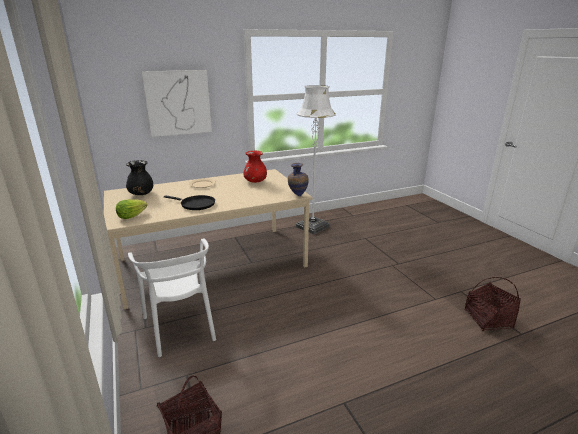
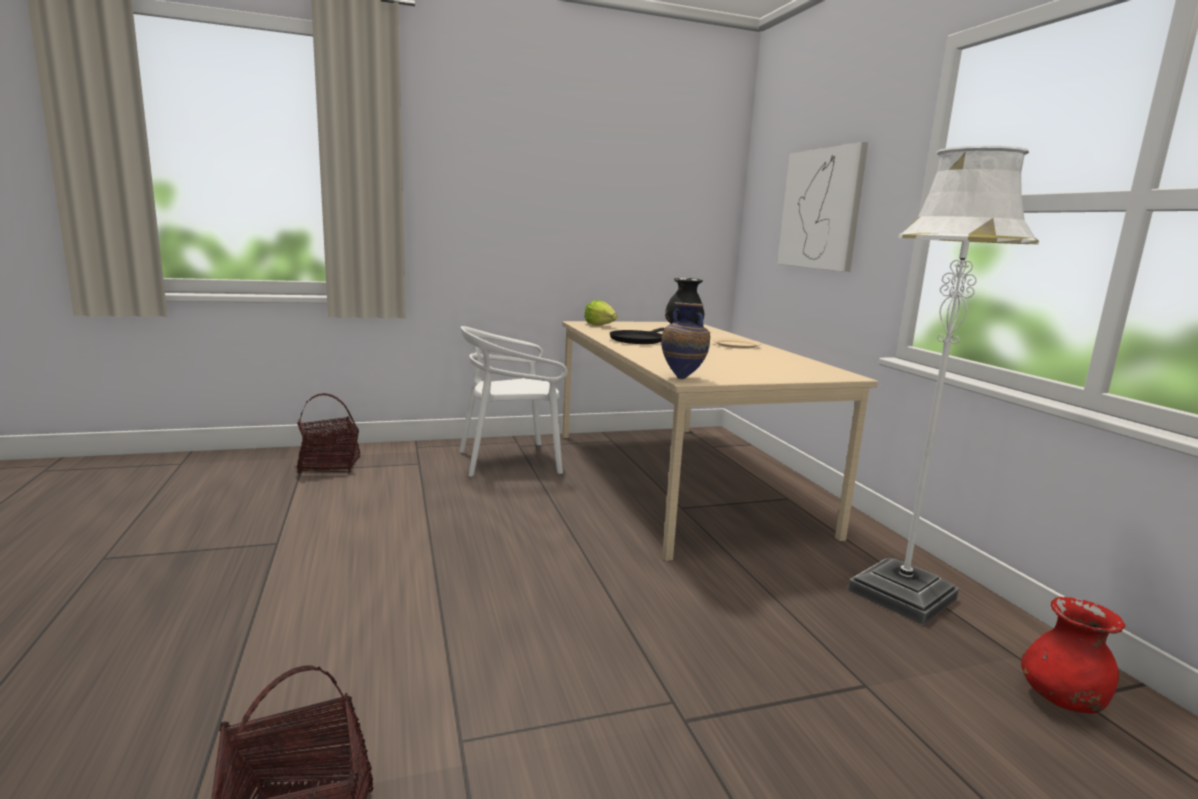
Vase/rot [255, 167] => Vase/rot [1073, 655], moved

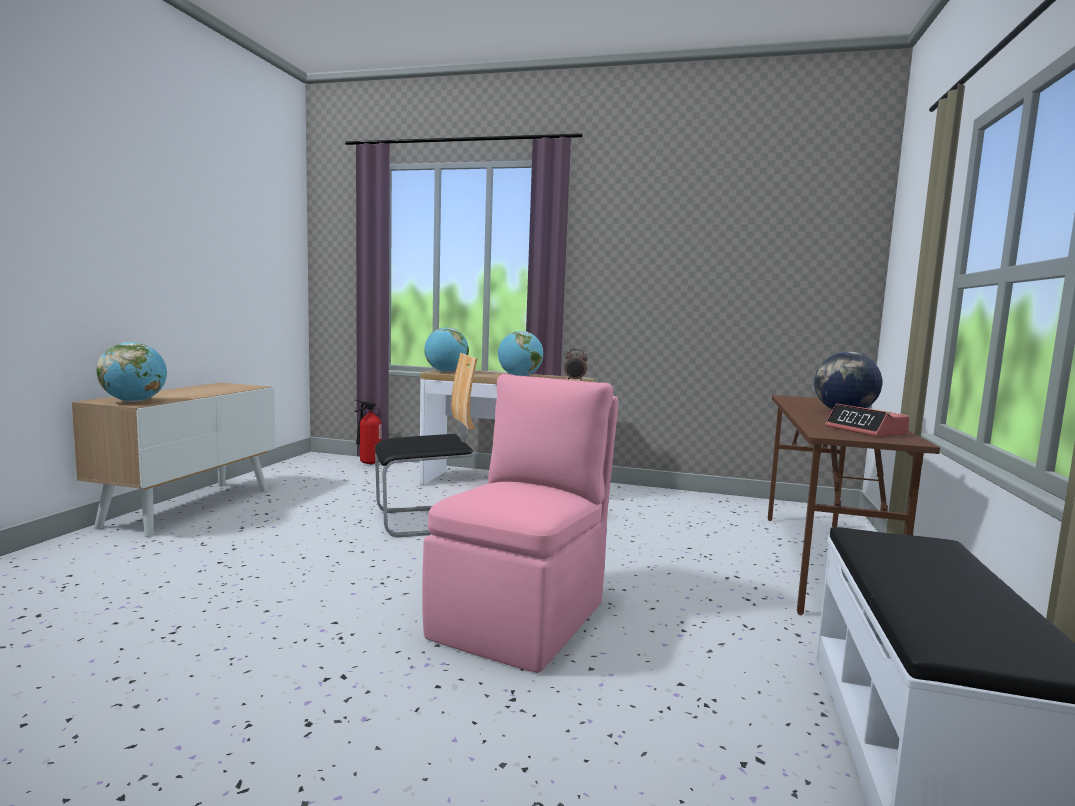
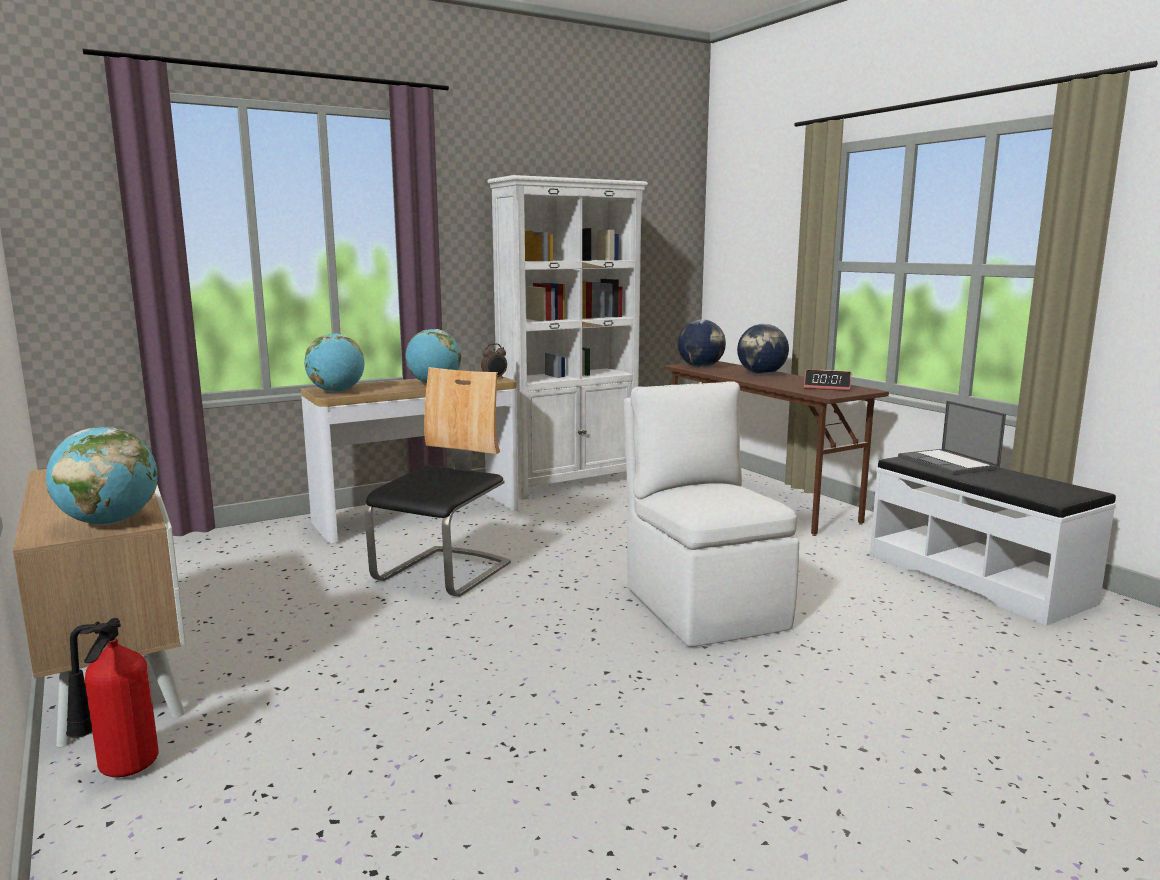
Feuerlöscher [368, 432] => Feuerlöscher [112, 697], moved
nothing => Bücherregal/weiß [567, 337]
Stuhl/rosa [520, 523] => Stuhl/weiß [711, 514]
nothing => Globus [702, 343]
nothing => Laptop [952, 438]

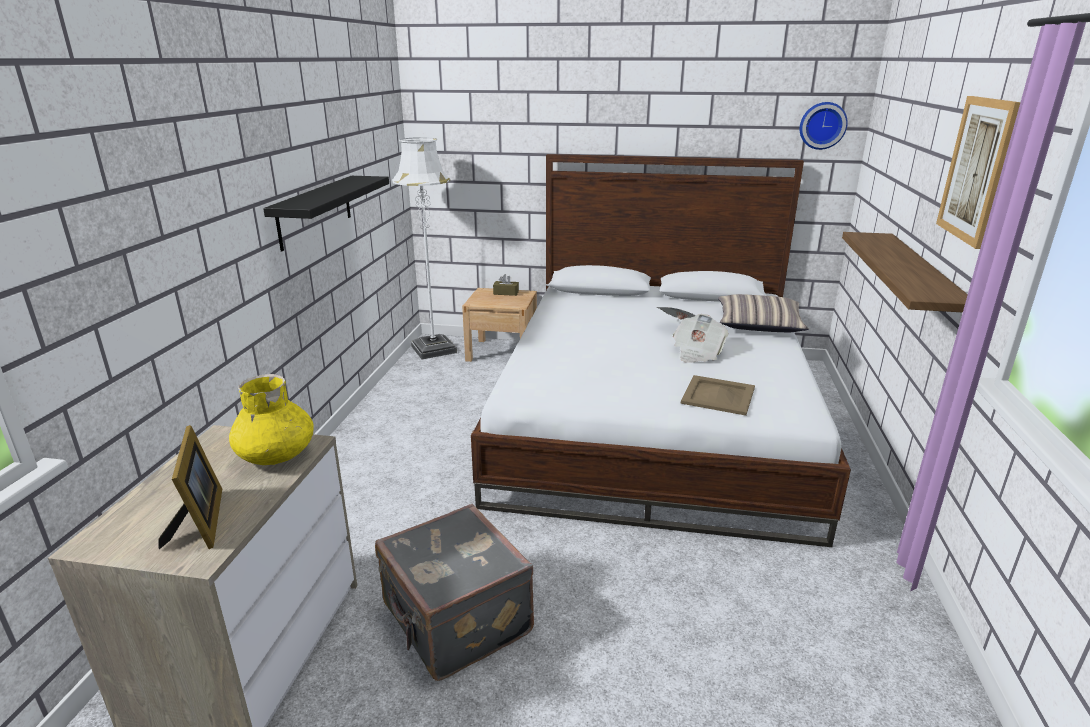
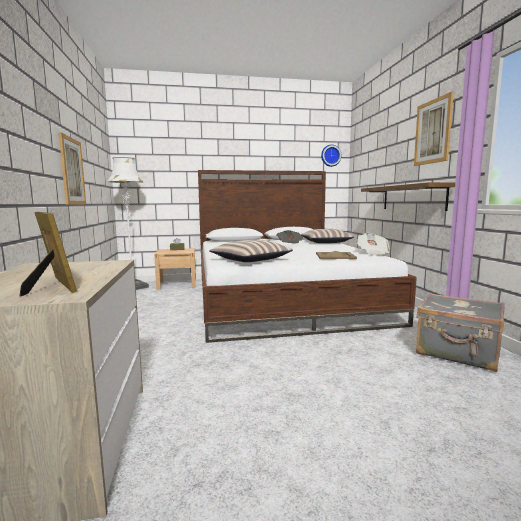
Wandregal/schwarz [326, 213] => Bild [72, 168]
nothing => Kissen [251, 251]
Zeitung [700, 338] => Zeitung [373, 244], moved
Koffer/grau [454, 592] => Koffer/grau [460, 332], moved
Vase/gelb [271, 419] => nothing

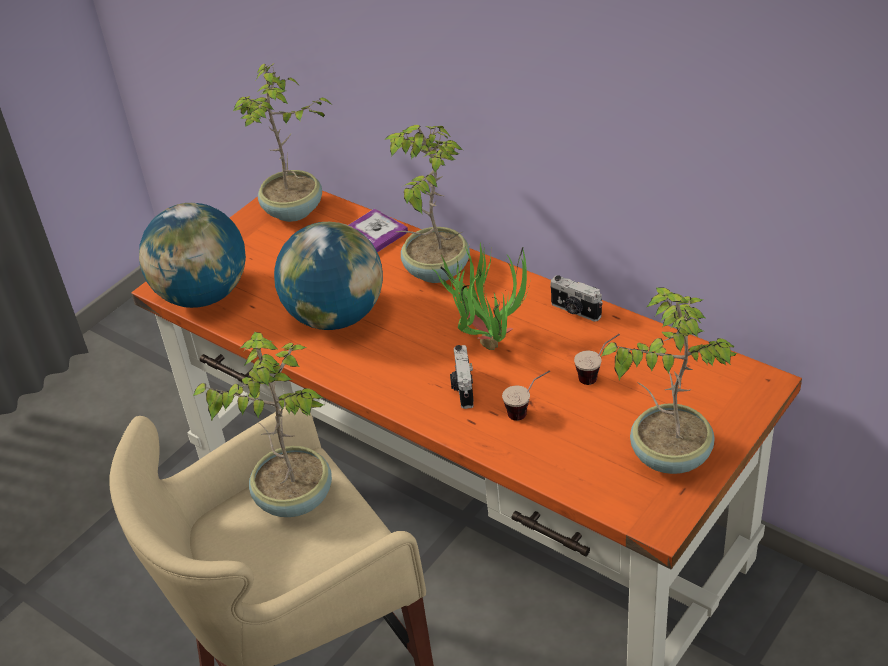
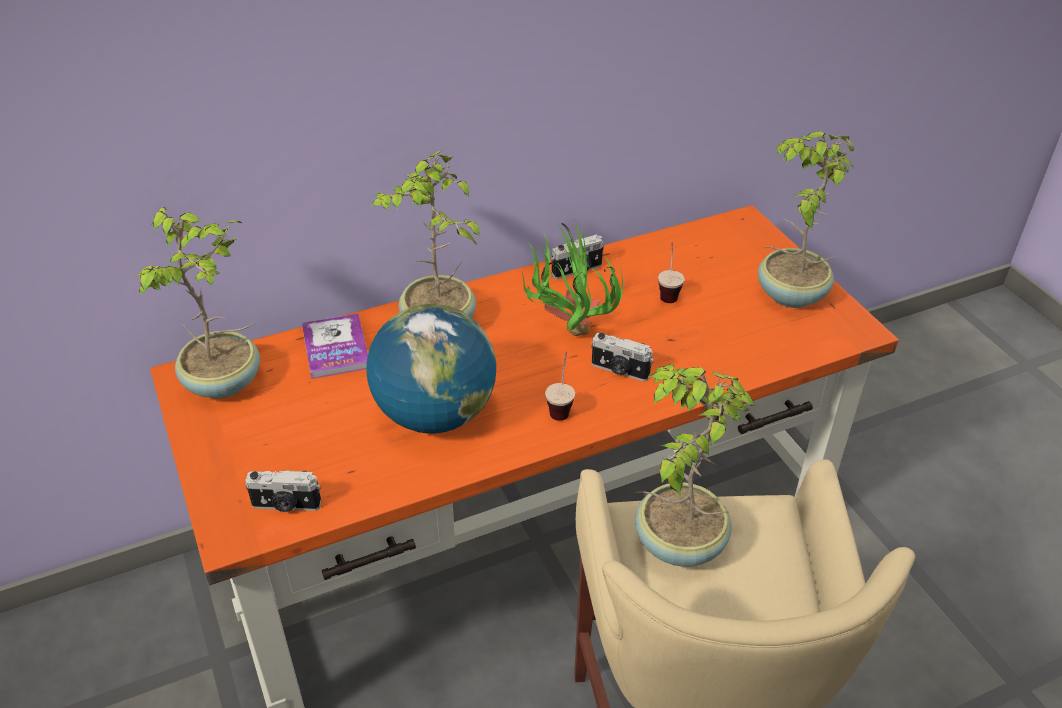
Globus [192, 255] => Kamera [283, 491]
Tasse [526, 395] => Tasse [560, 386], moved

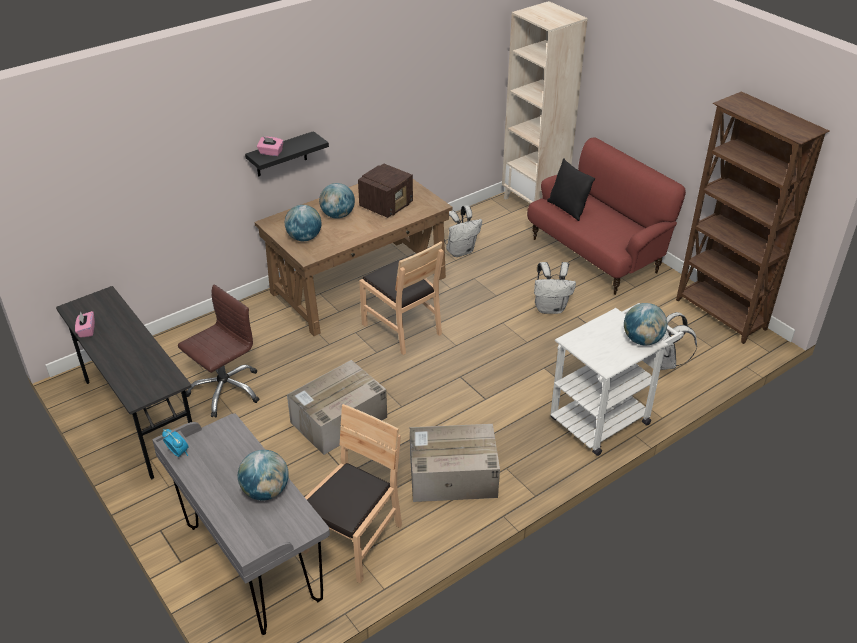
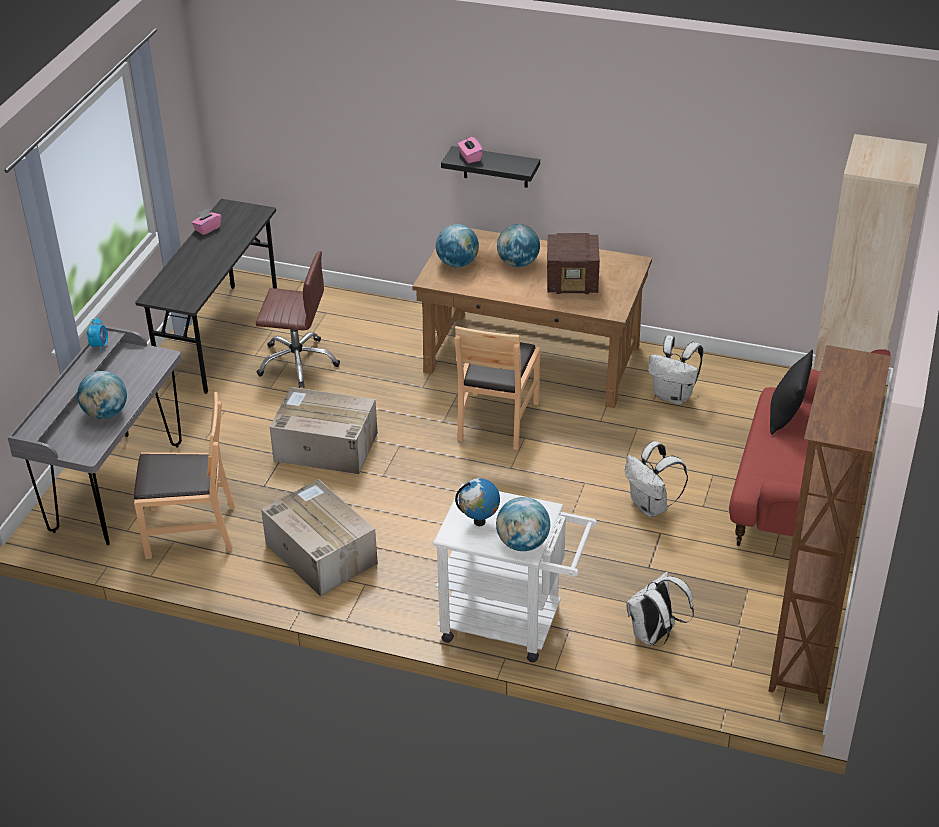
nothing => Globus [477, 502]

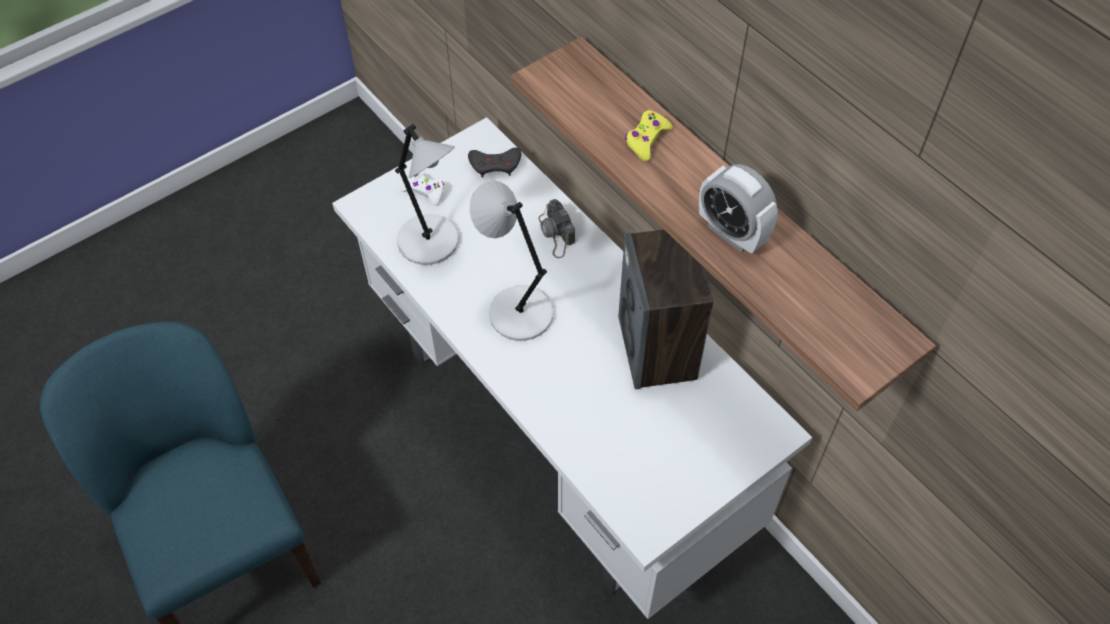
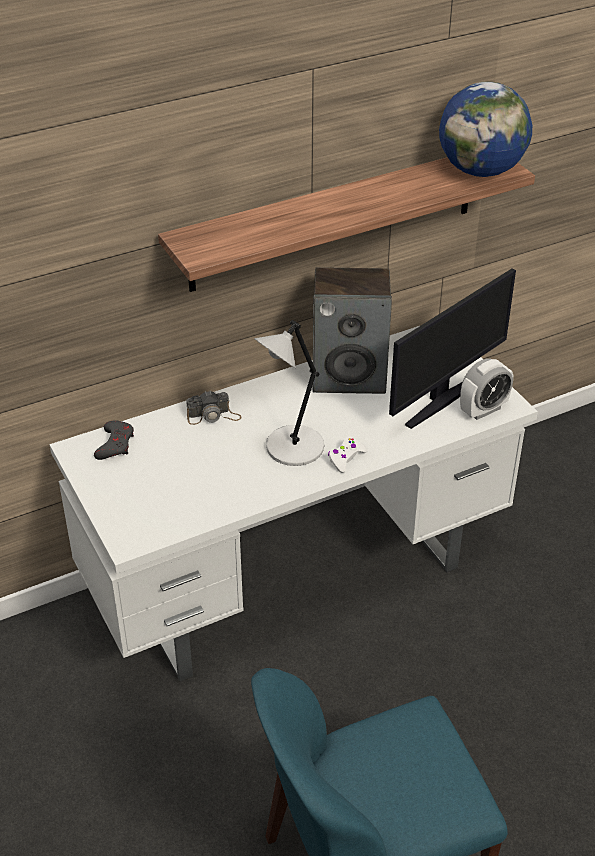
Gamepad/weiß [422, 189] => Gamepad/weiß [347, 454], moved
nothing => Monitor [452, 349]
nothing => Globus [485, 129]
Wecker [738, 209] => Wecker [486, 389], moved
Tischlampe/grau [427, 194] => nothing
Gamepad/gelb [649, 135] => nothing

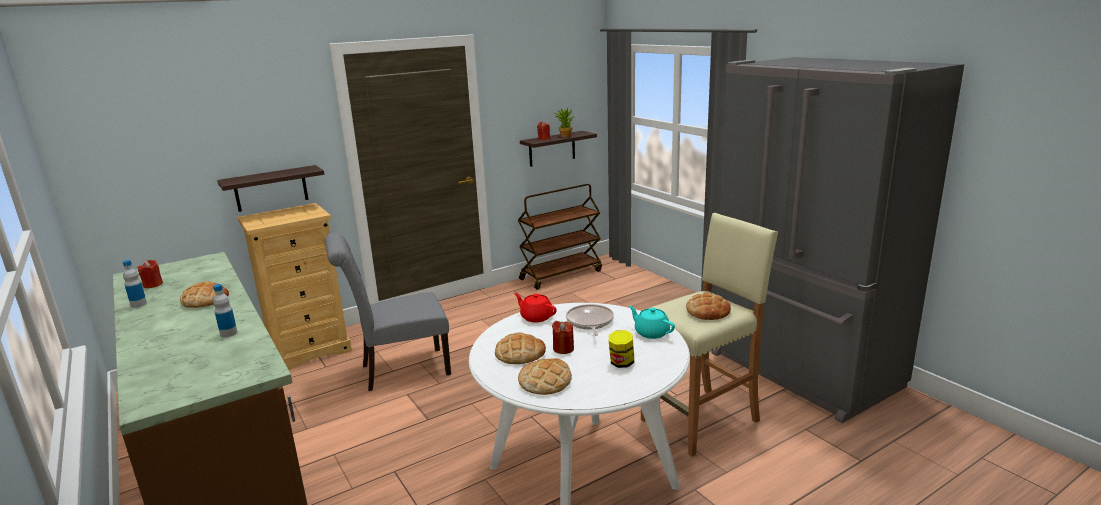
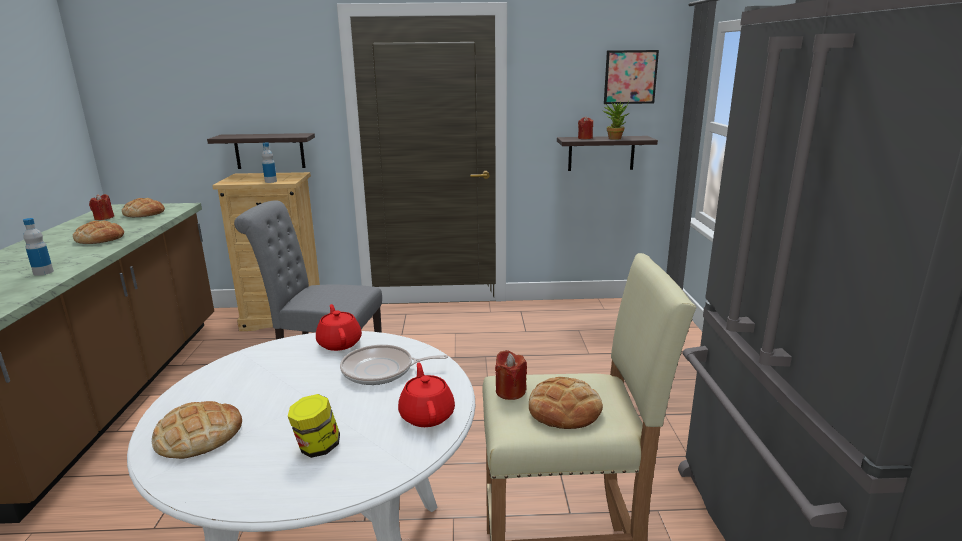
Brot [520, 348] => Brot [143, 207], moved
Flasche [135, 284] => Flasche [269, 163], moved
Pfanne [590, 320] => Pfanne [394, 365], 120 degrees counterclockwise
Teekanne/türkis [652, 322] => Teekanne/rot [426, 394]
Kerze/rot [563, 337] => Kerze/rot [511, 375], moved
nothing => Bild [631, 77]
Rollwagen/braun [560, 237] => nothing

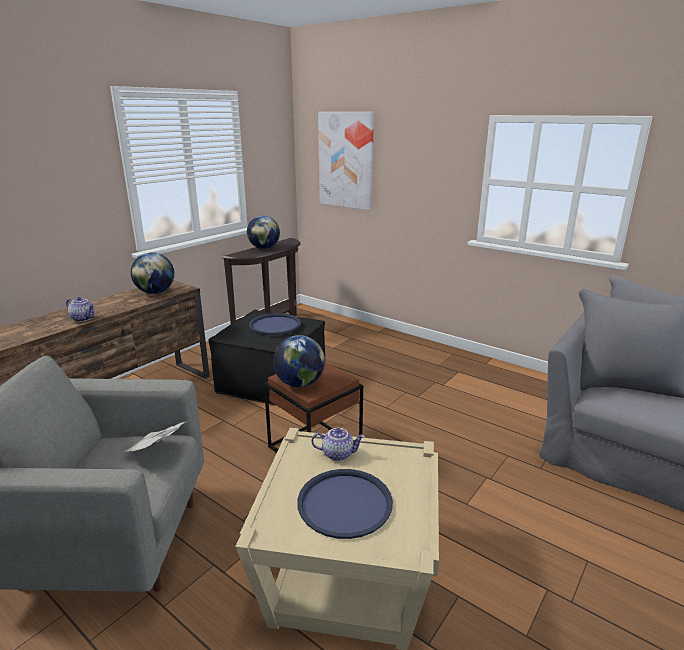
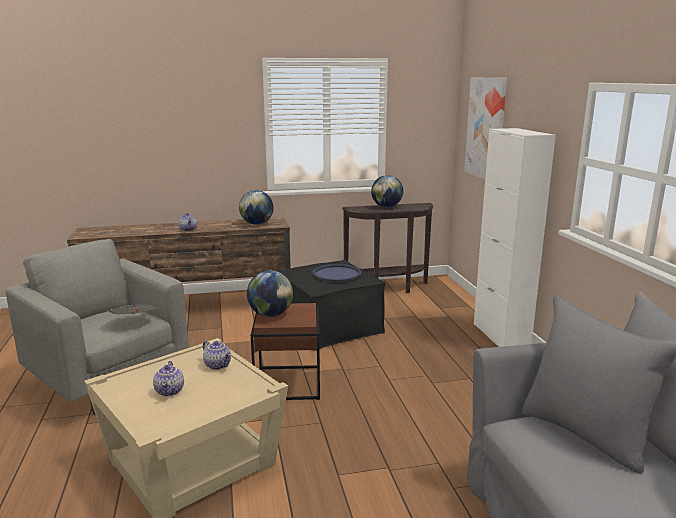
Tablett/blau [345, 504] => Teekanne [168, 378]
nothing => Schrank/weiß [515, 237]

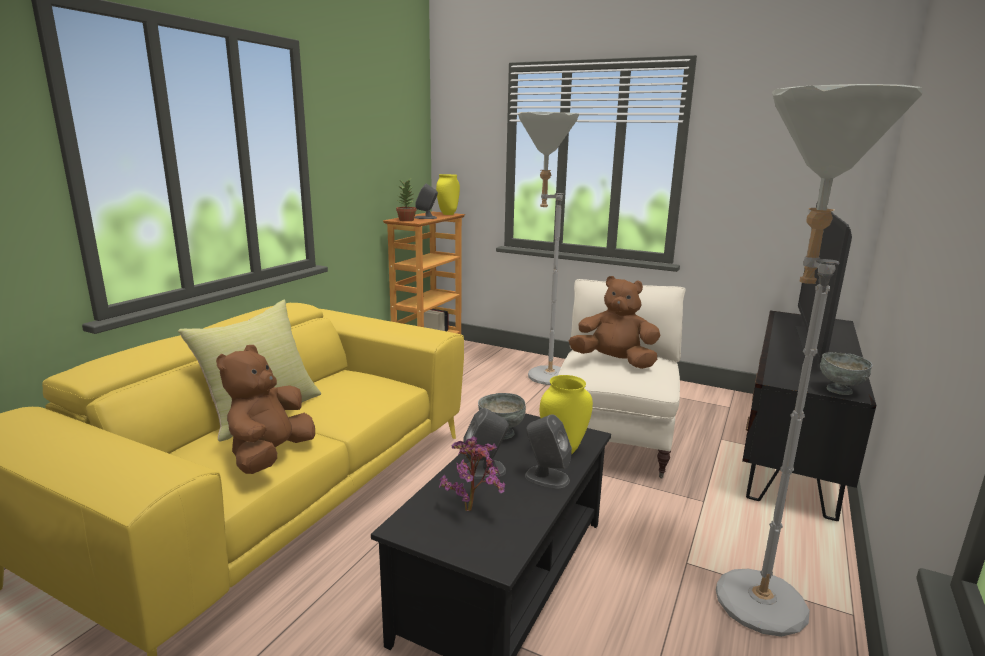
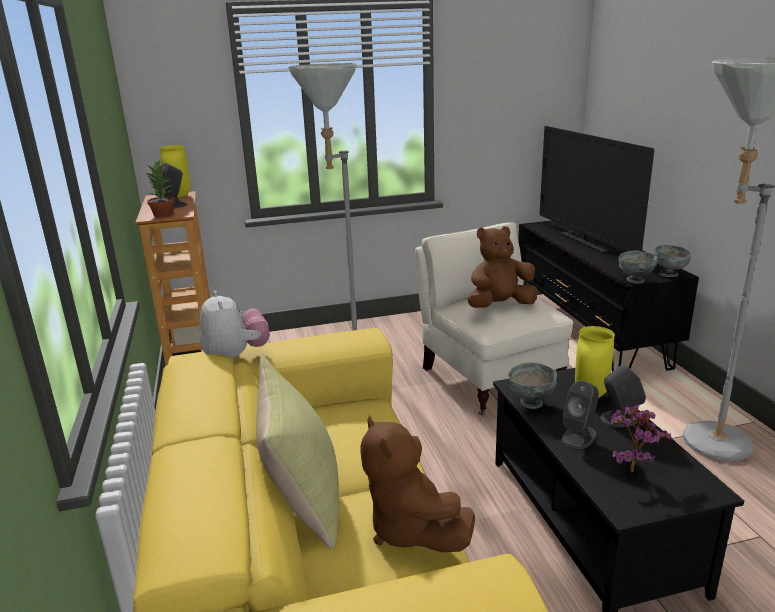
nothing => Plüschtier [235, 326]
nothing => Schüssel/grau [638, 267]

